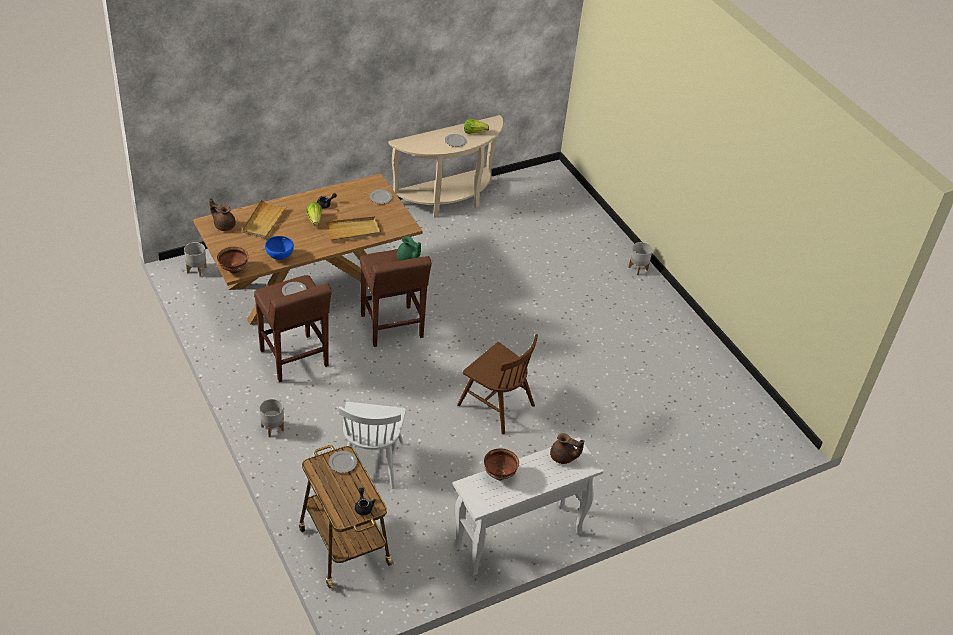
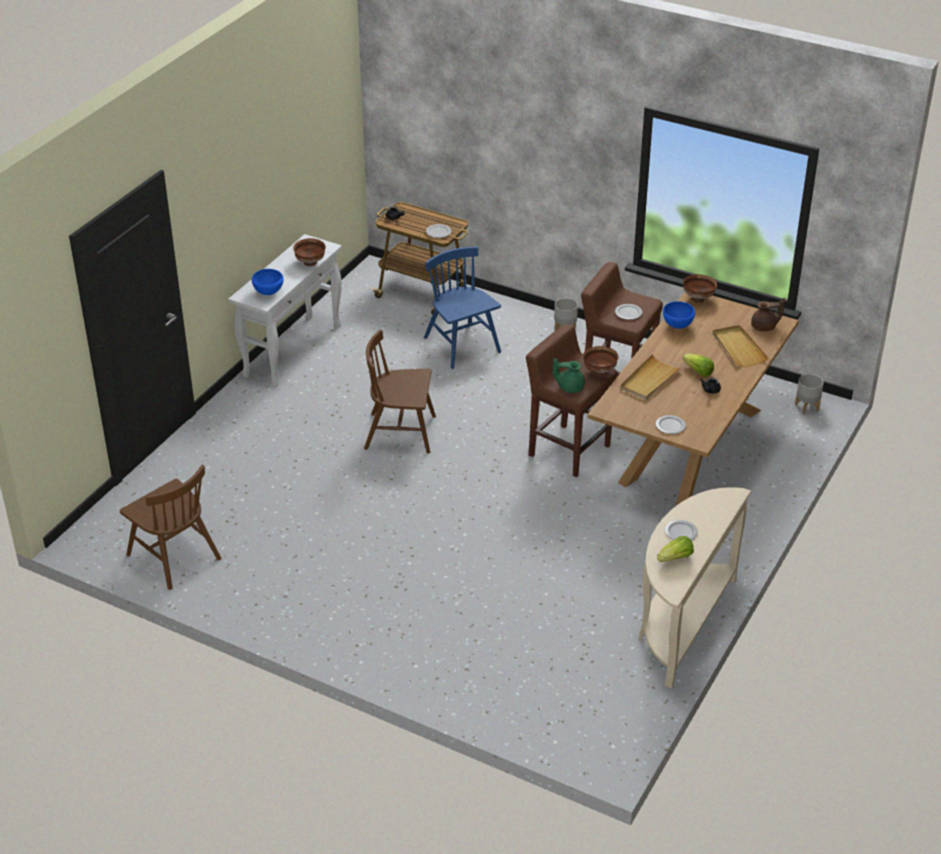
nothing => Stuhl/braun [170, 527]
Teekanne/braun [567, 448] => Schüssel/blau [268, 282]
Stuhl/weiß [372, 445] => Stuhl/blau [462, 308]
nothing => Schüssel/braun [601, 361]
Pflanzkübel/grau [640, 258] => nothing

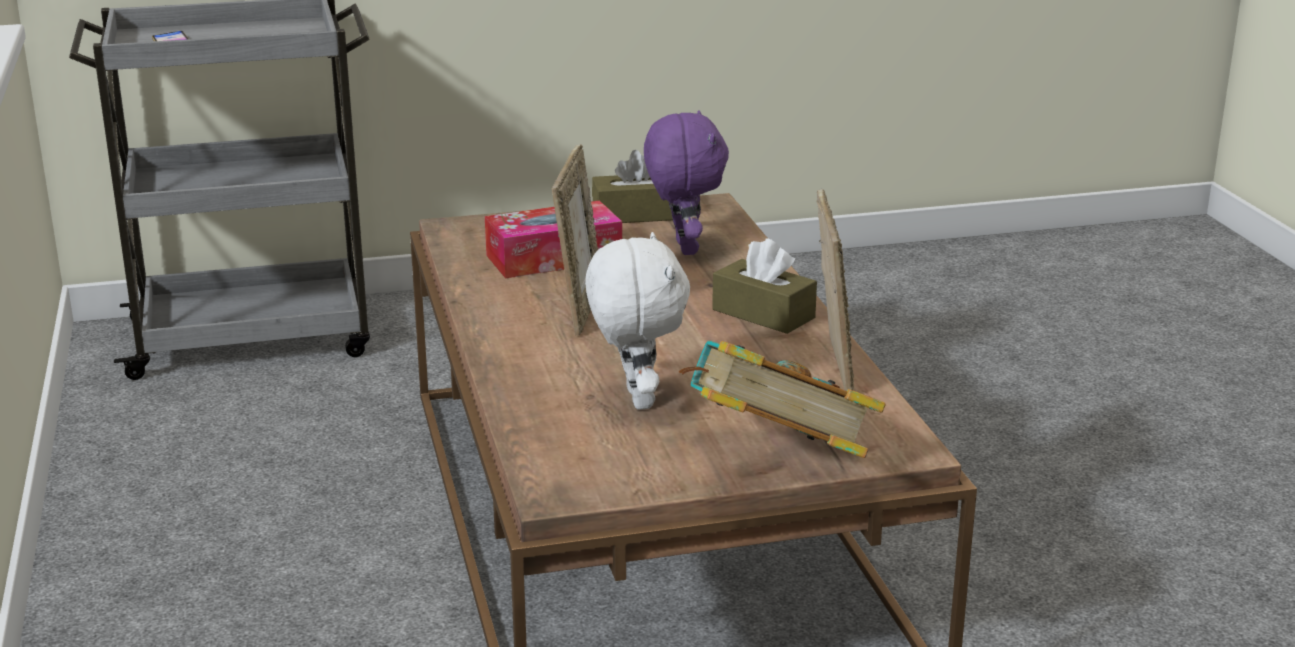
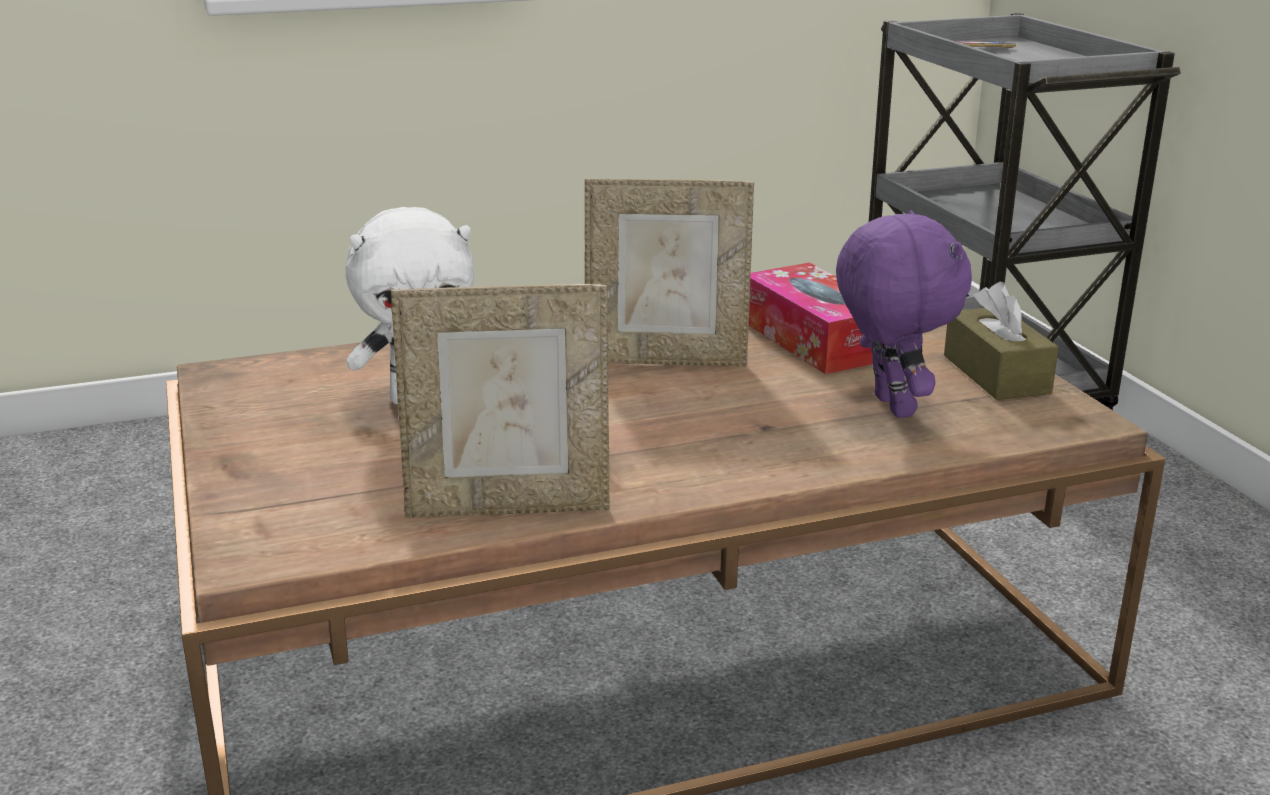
Plüschtier/lila [686, 182] => Plüschtier/lila [904, 314], 90 degrees counterclockwise
Buch [782, 399] => nothing
Taschentuchbox/braun [764, 286] => nothing

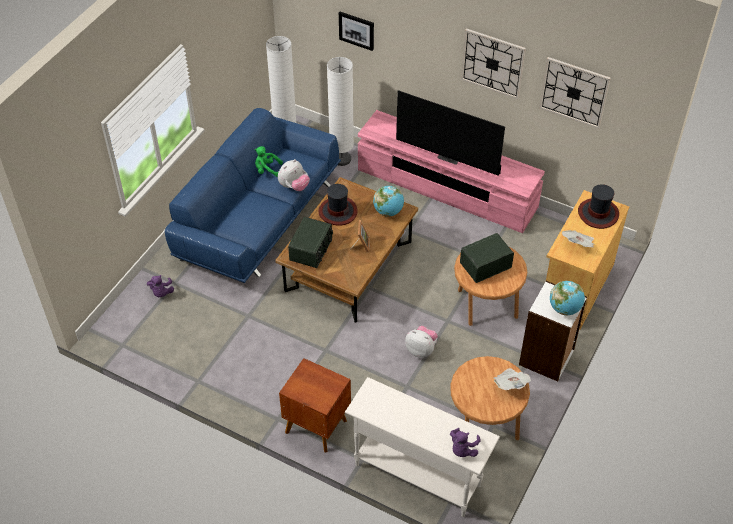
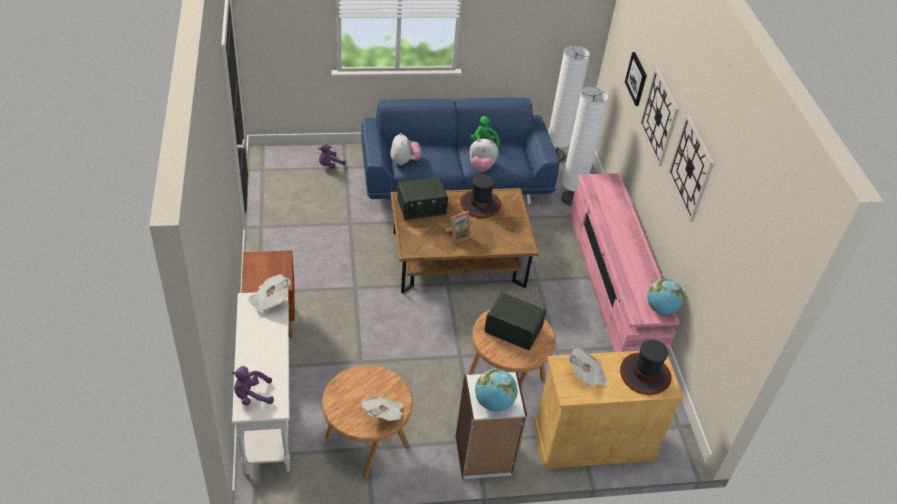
nothing => Zeitung [269, 293]
Plüschtier [421, 342] => Plüschtier [405, 149], moved
Wanduhr [575, 93] => Wanduhr [659, 117], moved
Globus [388, 201] => Globus [665, 297], moved
Fernseher [450, 133] => nothing

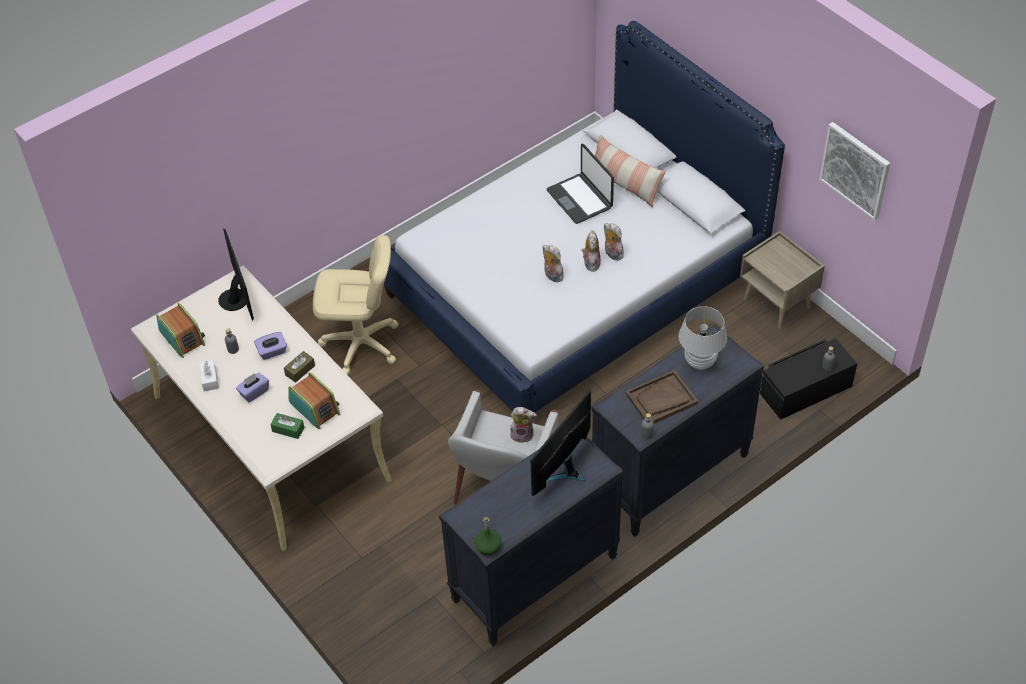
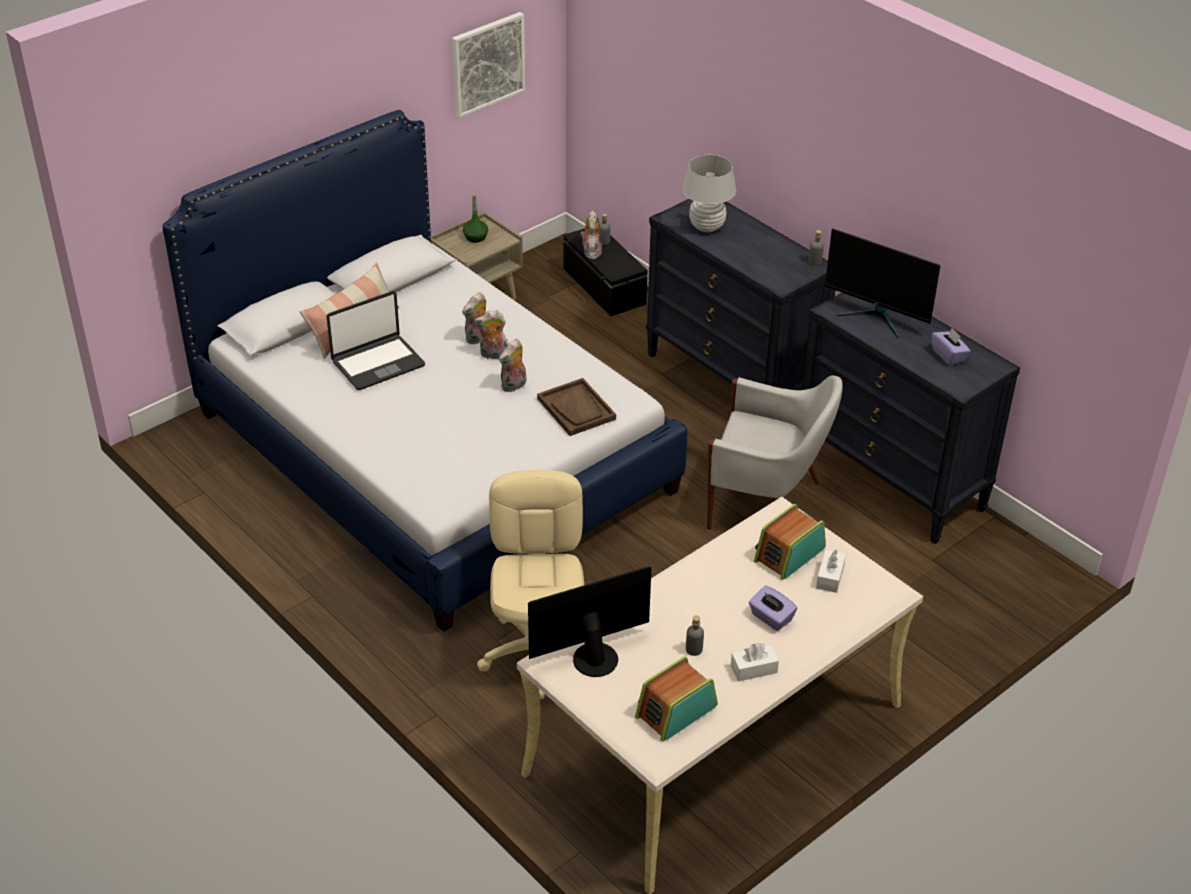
Flasche/grün [487, 536] => Flasche/grün [475, 219], moved
Tablett/braun [662, 397] => Tablett/braun [576, 407], moved
Plüschtier [523, 425] => Plüschtier [591, 234], moved
Taschentuchbox/grün [287, 426] => Taschentuchbox/weiß [831, 571]
Taschentuchbox/lila [270, 346] => Taschentuchbox/lila [950, 347], moved
Taschentuchbox/braun [299, 367] => nothing

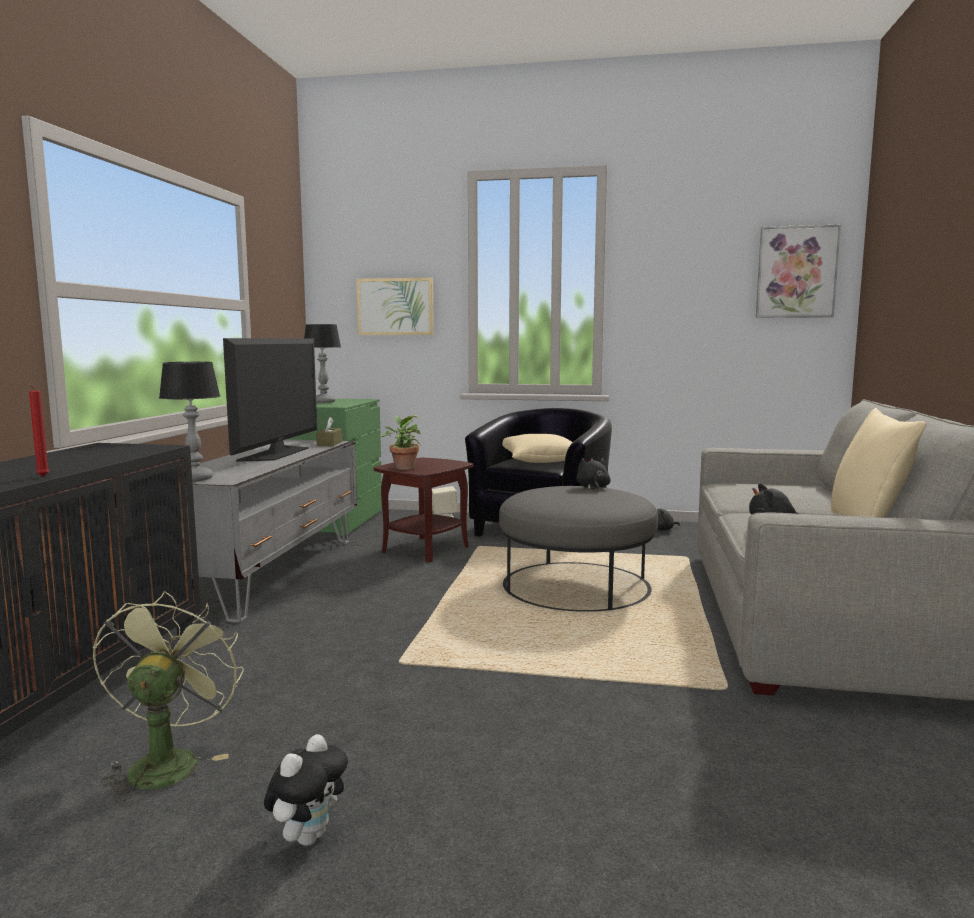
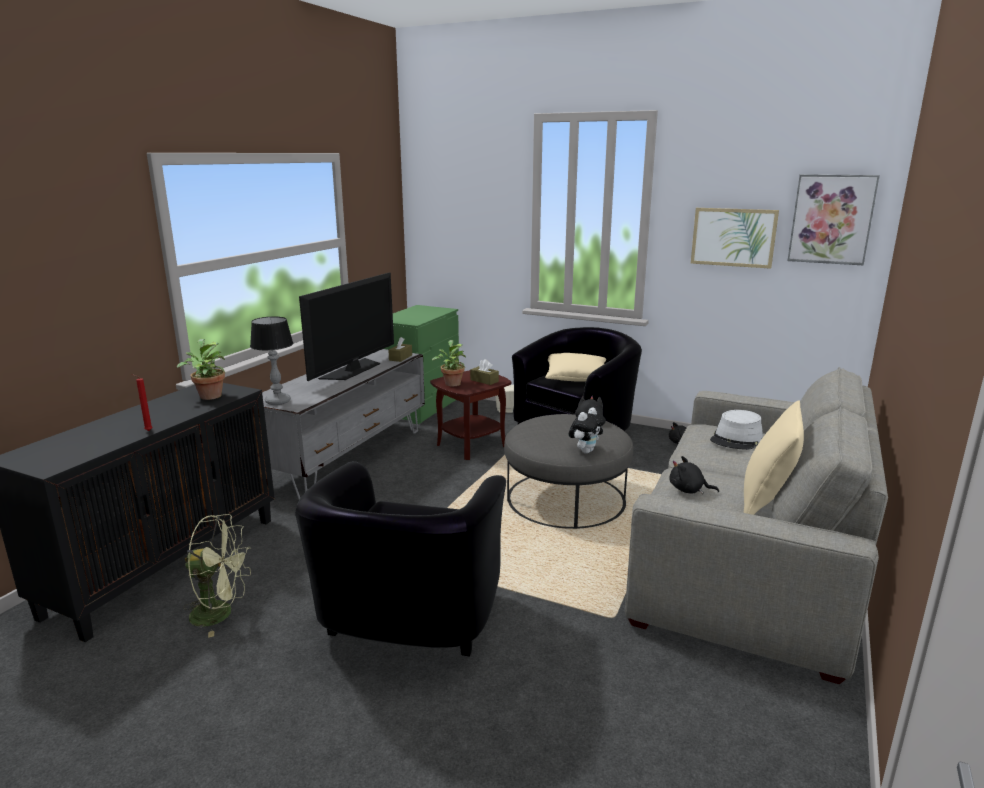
nothing => Topfpflanze [201, 369]
Ventilator/grün [168, 696] => Ventilator/grün [217, 576], 75 degrees clockwise
nothing => Sessel/schwarz [400, 559]
nothing => Taschentuchbox/braun [484, 372]
Plüschtier [306, 790] => Plüschtier [587, 431], moved
Bild [395, 306] => Bild [735, 238], moved
nothing => Hut/grau [736, 430]
Tischlampe [322, 363] => nothing

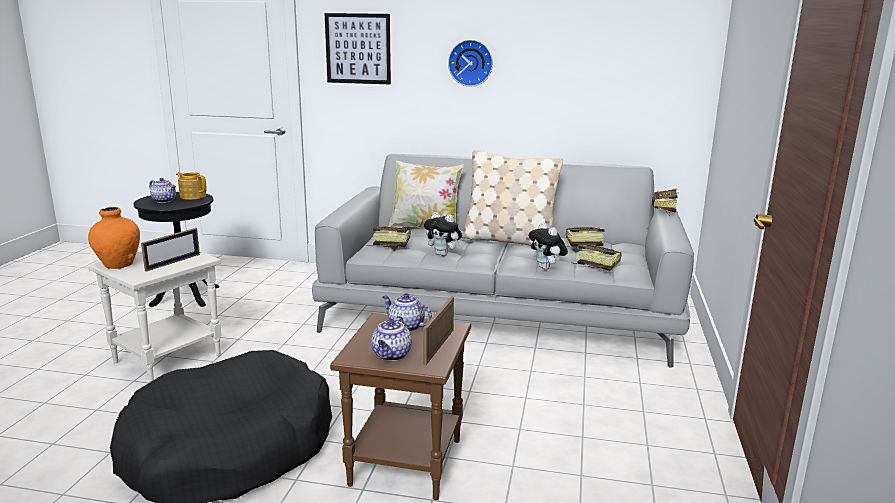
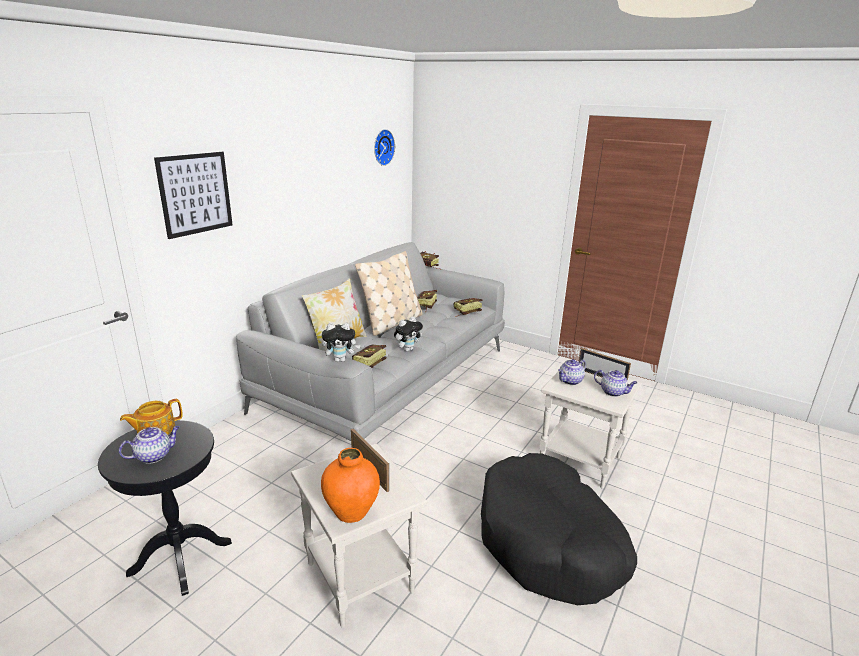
Plüschtier [548, 246] => Plüschtier [341, 342], moved
Wanduhr [470, 63] => Wanduhr [384, 147], moved
Beistelltisch/braun [400, 406] => Beistelltisch/weiß [590, 430]

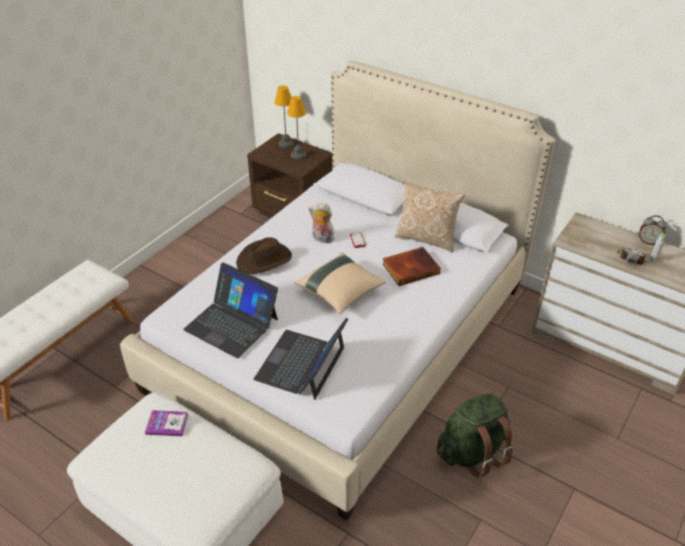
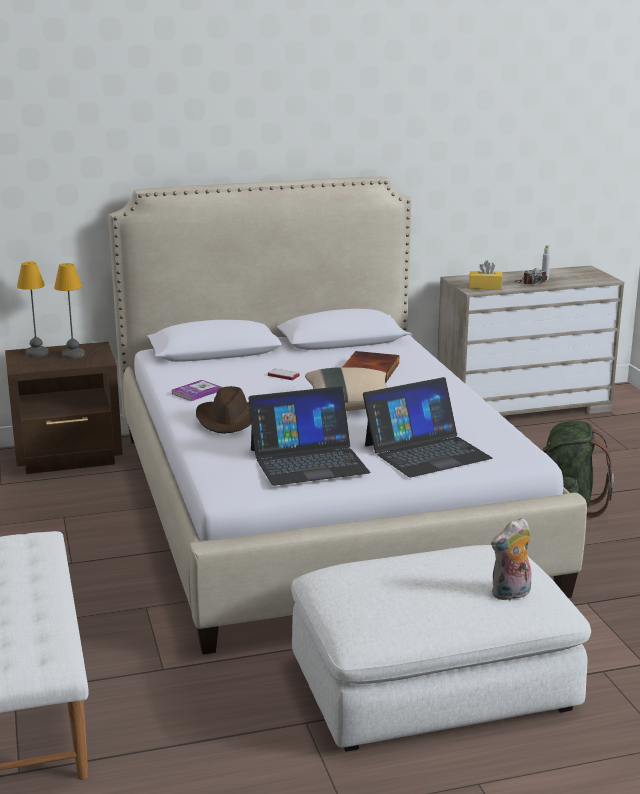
Buch [166, 423] => Buch [197, 390], moved
Laptop [301, 359] => Laptop [427, 427], 90 degrees counterclockwise
nothing => Taschentuchbox/gelb [486, 275]
Plüschtier [321, 222] => Plüschtier [511, 559], moved
Kissen [430, 217] => nothing
Wecker [653, 230] => nothing

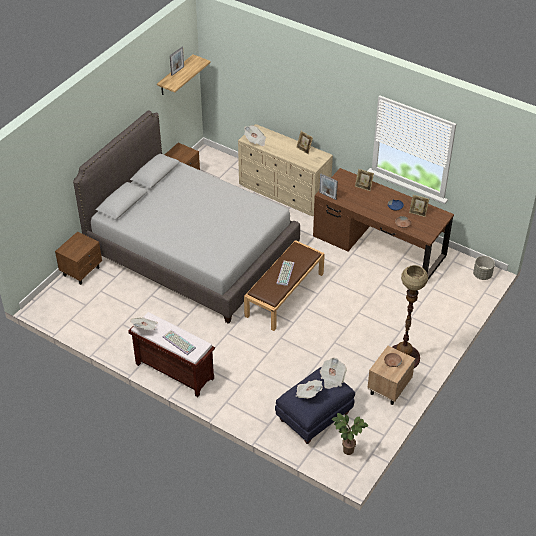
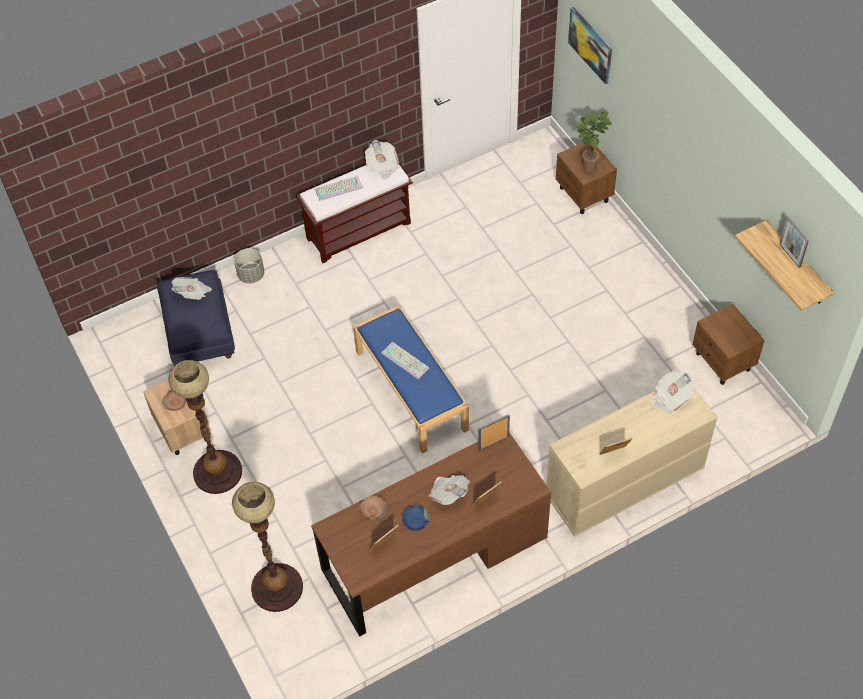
nothing => Stehlampe [267, 547]
Pflanzkübel/grau [484, 268] => Pflanzkübel/grau [249, 265], moved
Bank/braun [284, 285] => Bank/blau [411, 379]
Zeitung [333, 373] => Zeitung [449, 490], moved
nothing => Bild [590, 45]
Topfpflanze [350, 434] => Topfpflanze [593, 142], moved
Bett/grau [186, 217] => nothing

